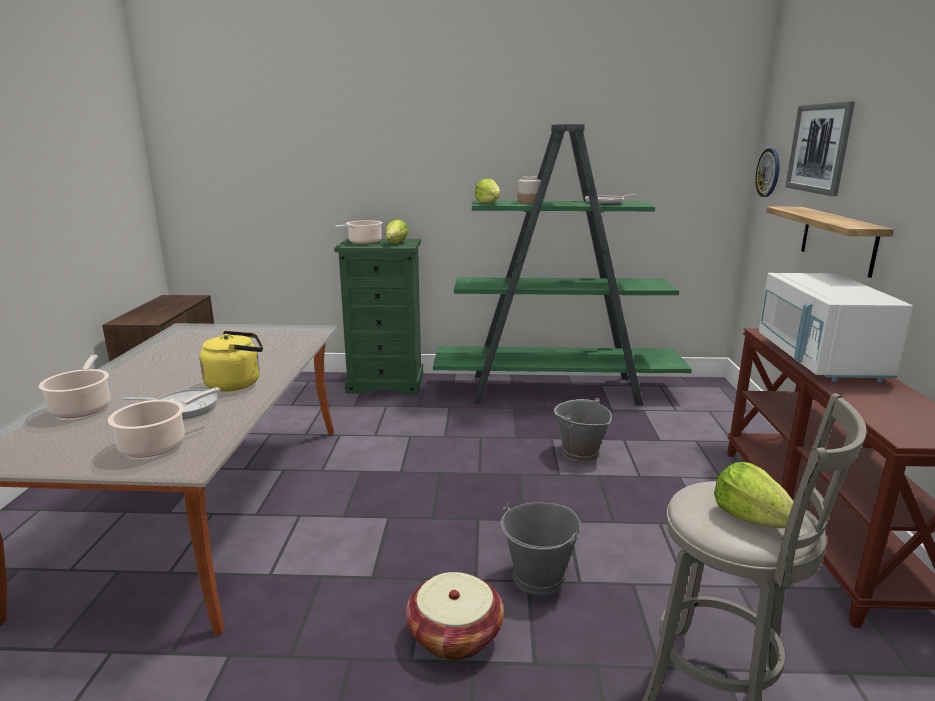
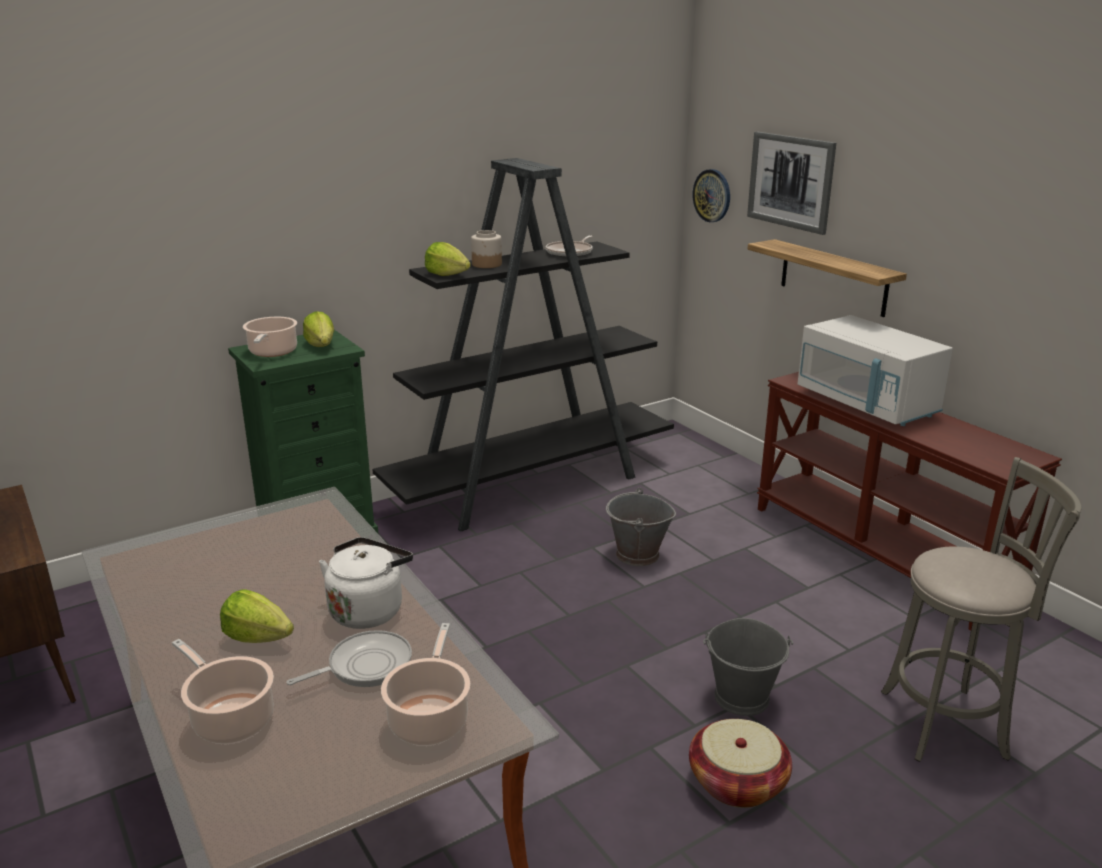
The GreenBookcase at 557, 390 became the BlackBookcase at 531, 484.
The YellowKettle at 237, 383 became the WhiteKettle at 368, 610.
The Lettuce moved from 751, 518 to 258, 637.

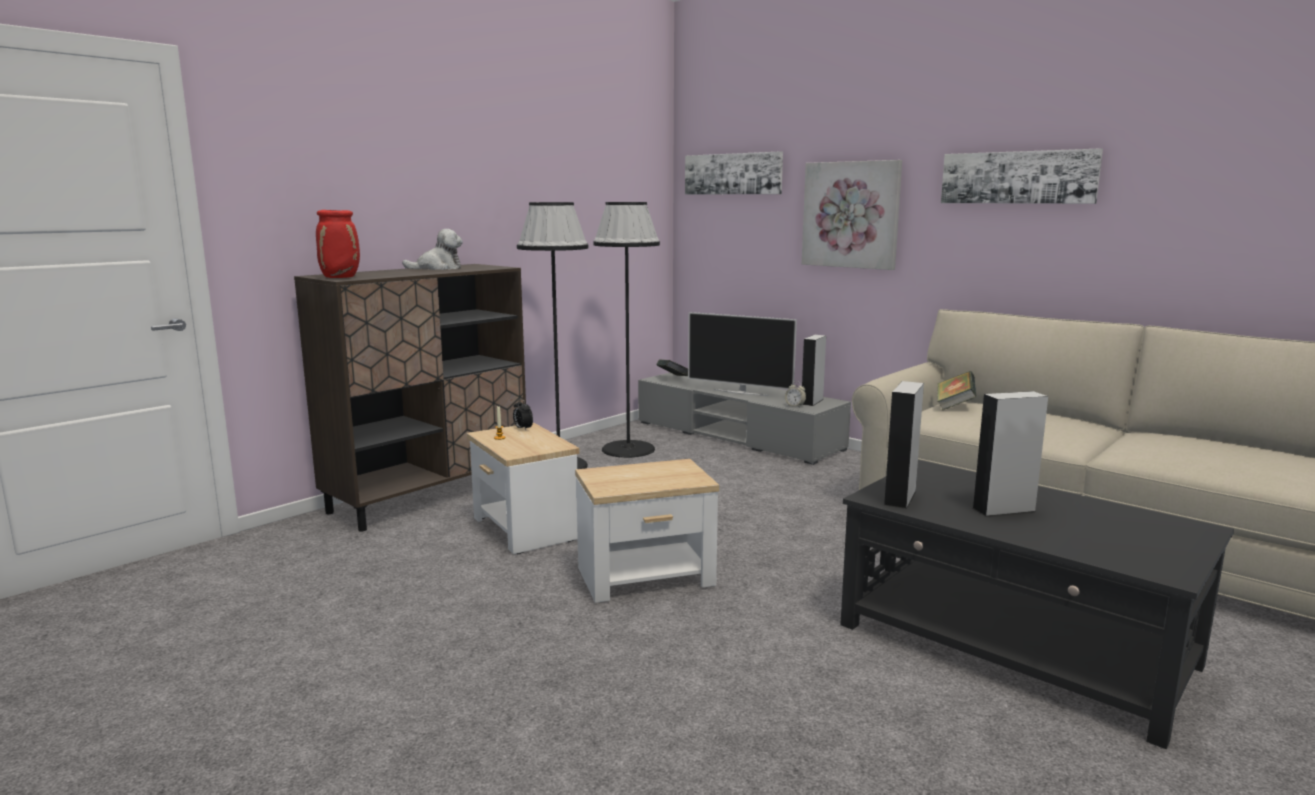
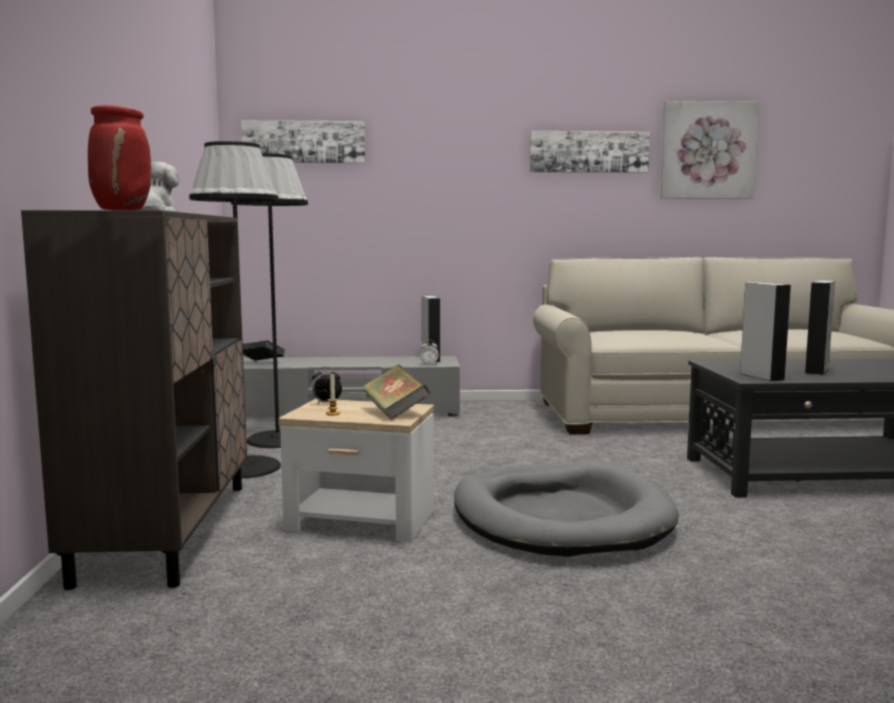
The Picture moved from 851, 215 to 707, 150.
The Television at 741, 392 disappeared.
The Book moved from 954, 406 to 395, 412.
The SideTable at 646, 578 was replaced by the GreyDogBed at 560, 518.

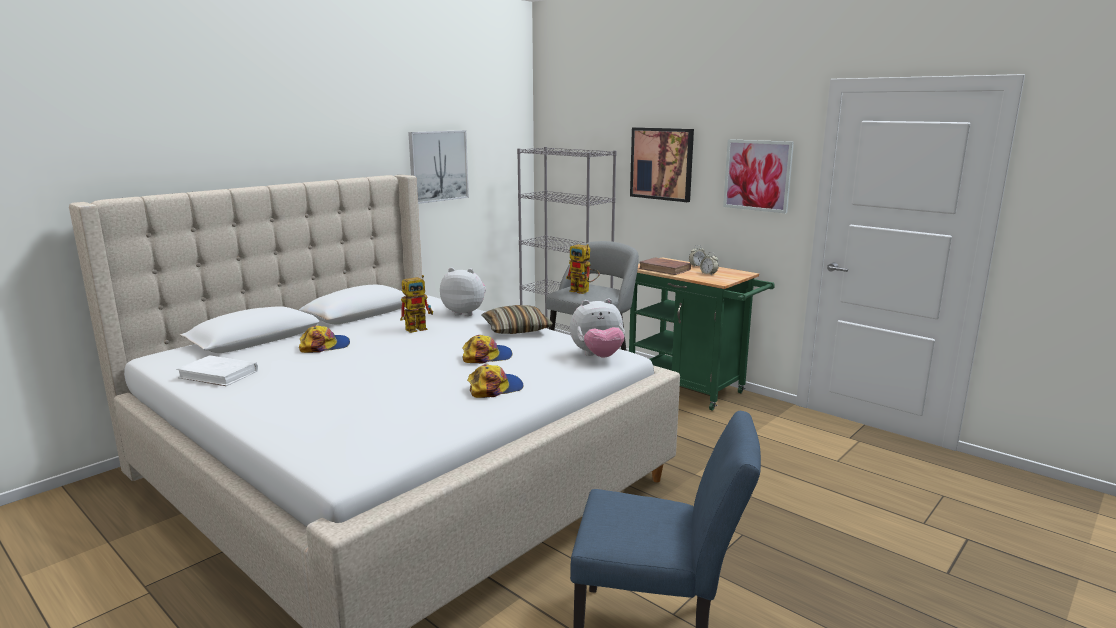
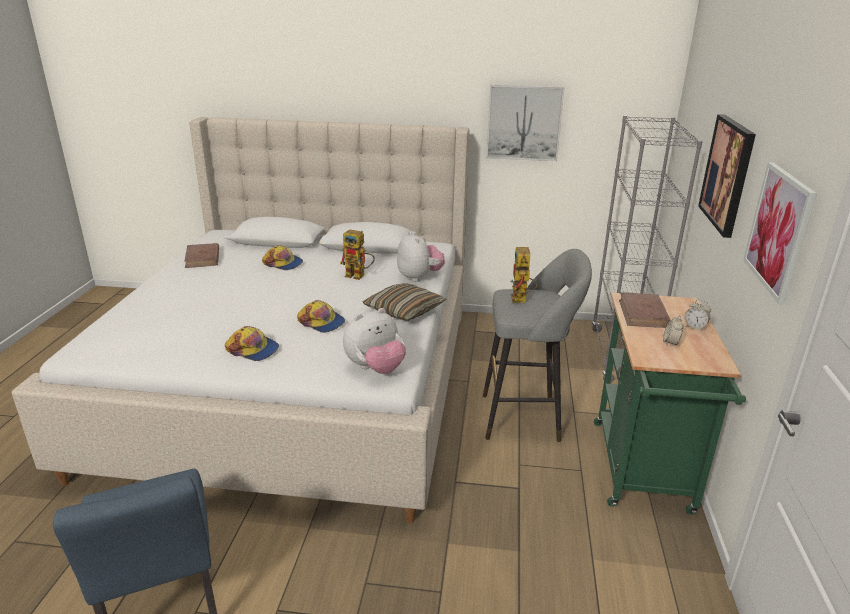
The PlushToy at 598, 356 turned 75 degrees counterclockwise.
The WhiteBook at 219, 374 became the BrownBook at 202, 258.

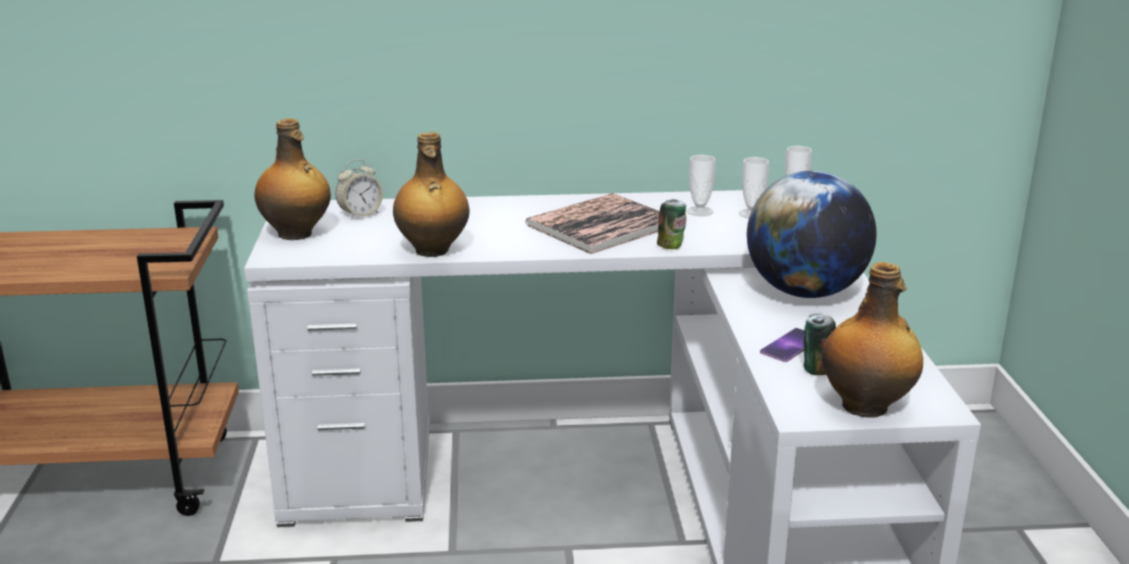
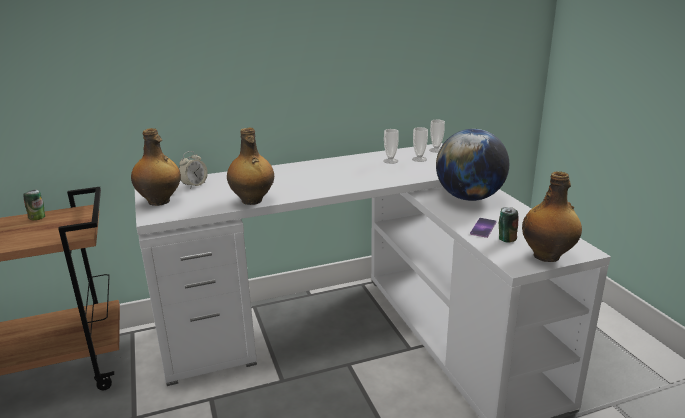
The Book at 601, 225 disappeared.
The Can moved from 671, 246 to 38, 218.

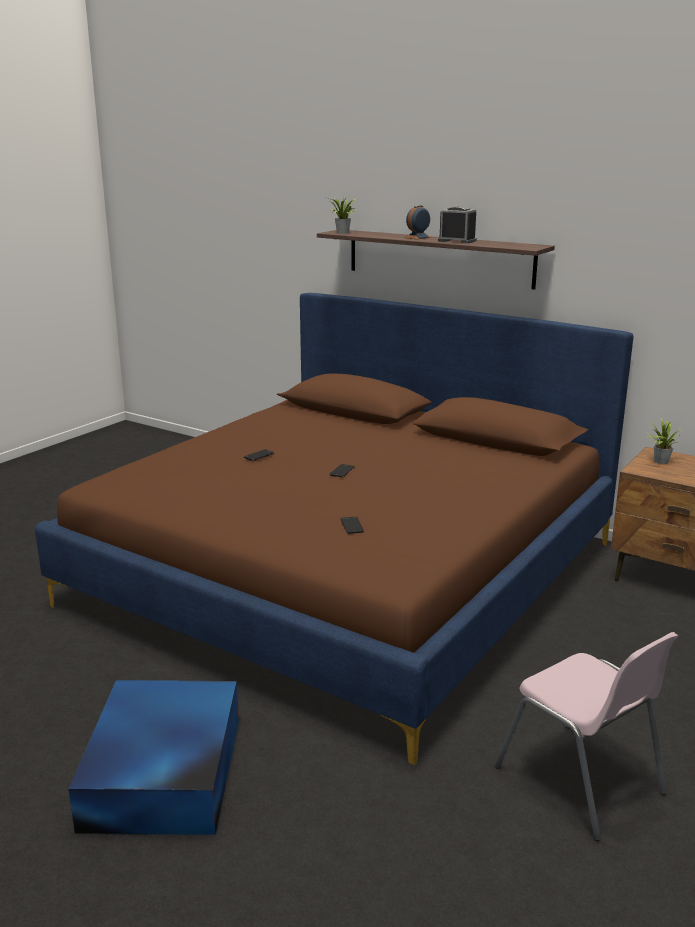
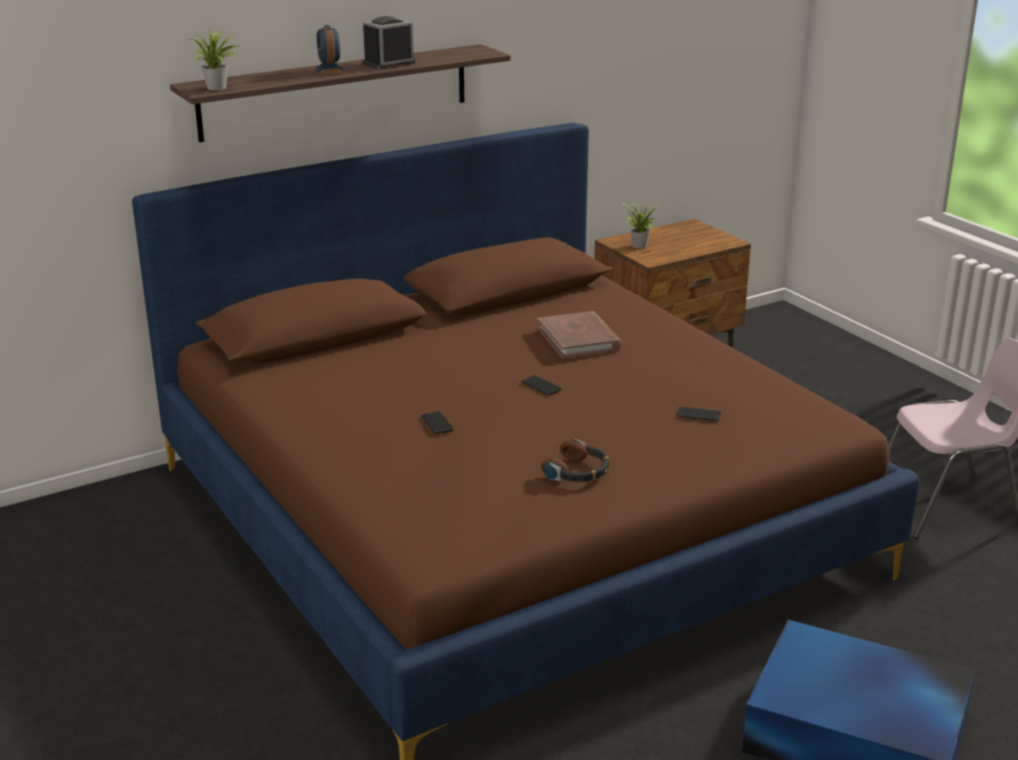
The BrownBook at 579, 339 appeared.
The Headphones at 578, 471 appeared.

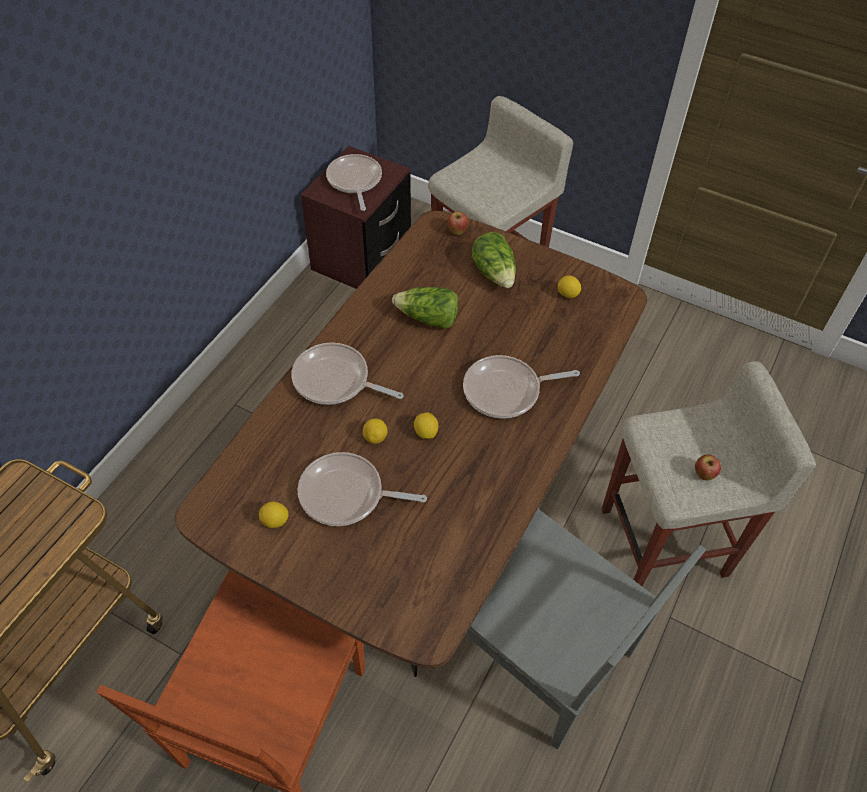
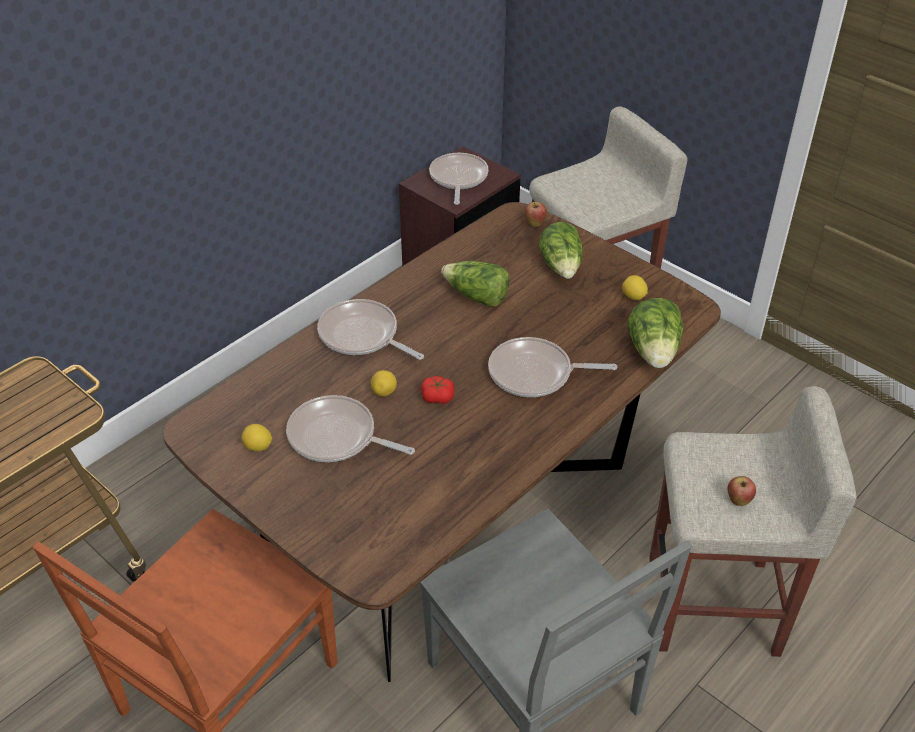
The Lemon at 426, 432 was replaced by the Tomato at 437, 397.
The Lettuce at 654, 353 appeared.

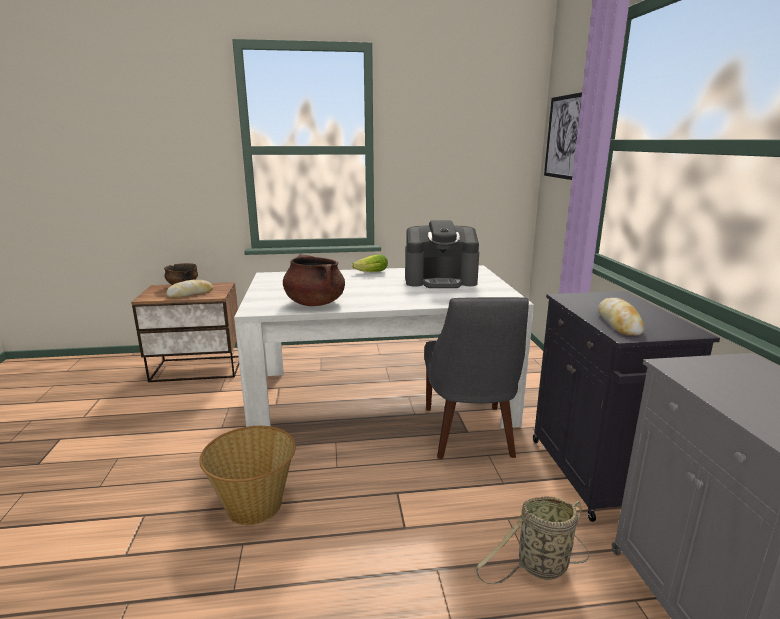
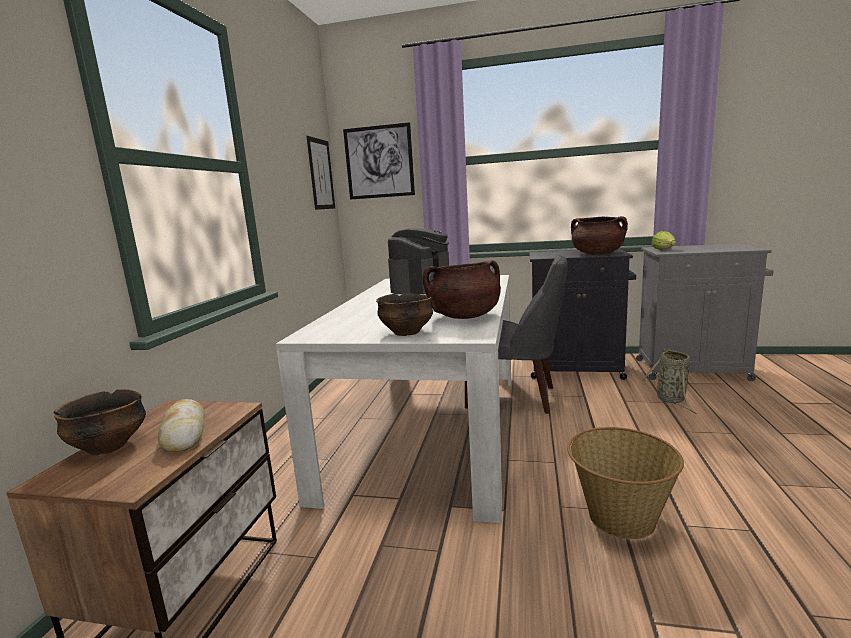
The Lettuce moved from 369, 272 to 664, 249.
The Bread at 619, 323 was replaced by the BrownCookingPot at 597, 254.
The Picture at 321, 174 appeared.
The Bowl at 406, 332 appeared.

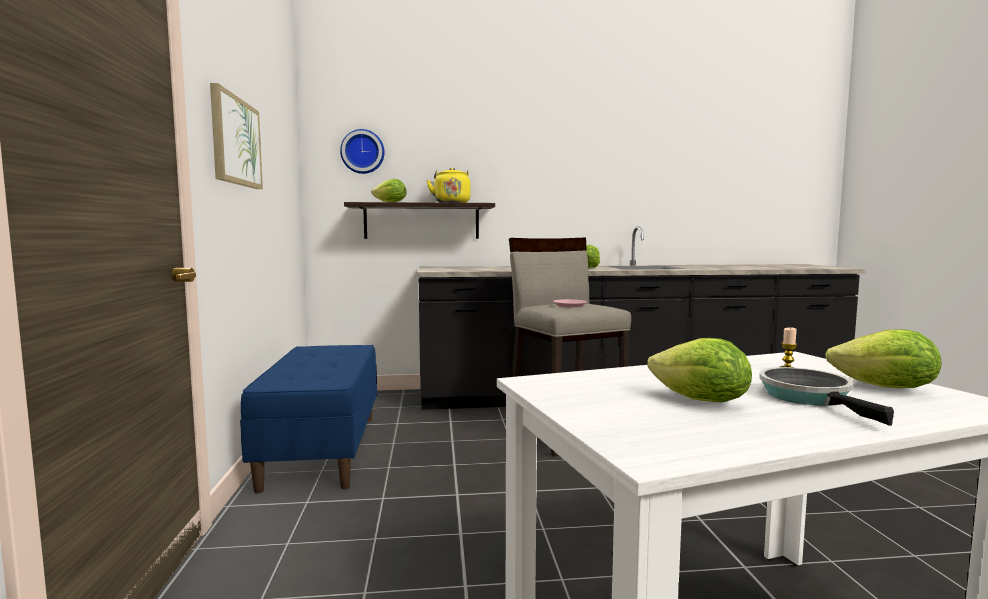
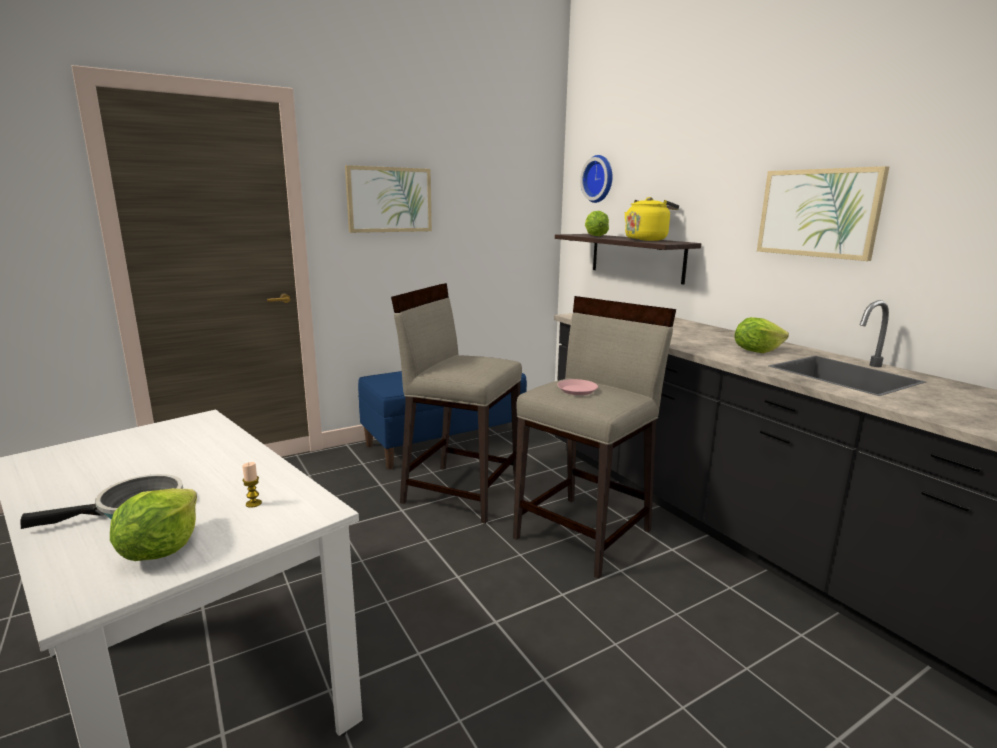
The Lettuce at 701, 401 disappeared.
The Picture at 818, 213 appeared.
The BeigeStool at 460, 492 appeared.

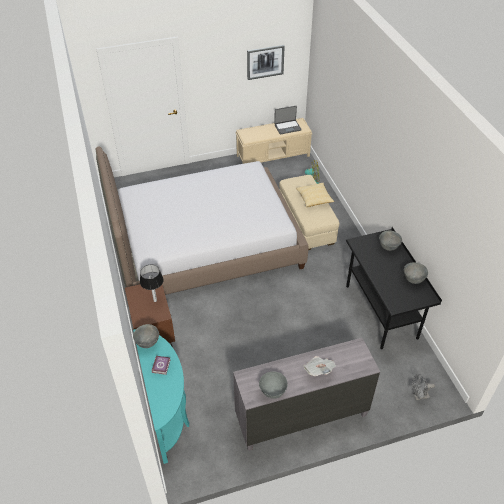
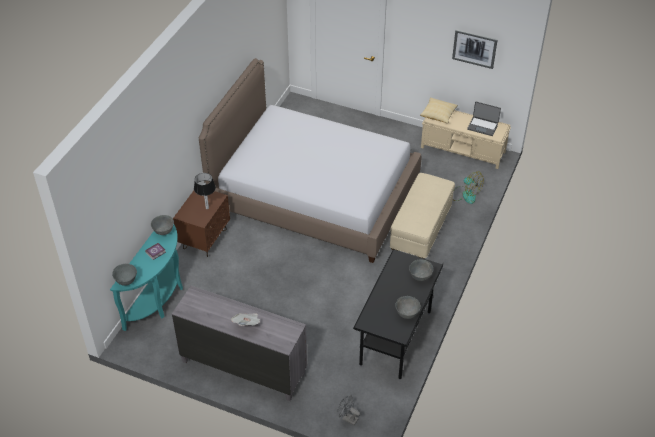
The Pillow moved from 314, 199 to 438, 115.
The GreyBowl moved from 273, 392 to 126, 281.

